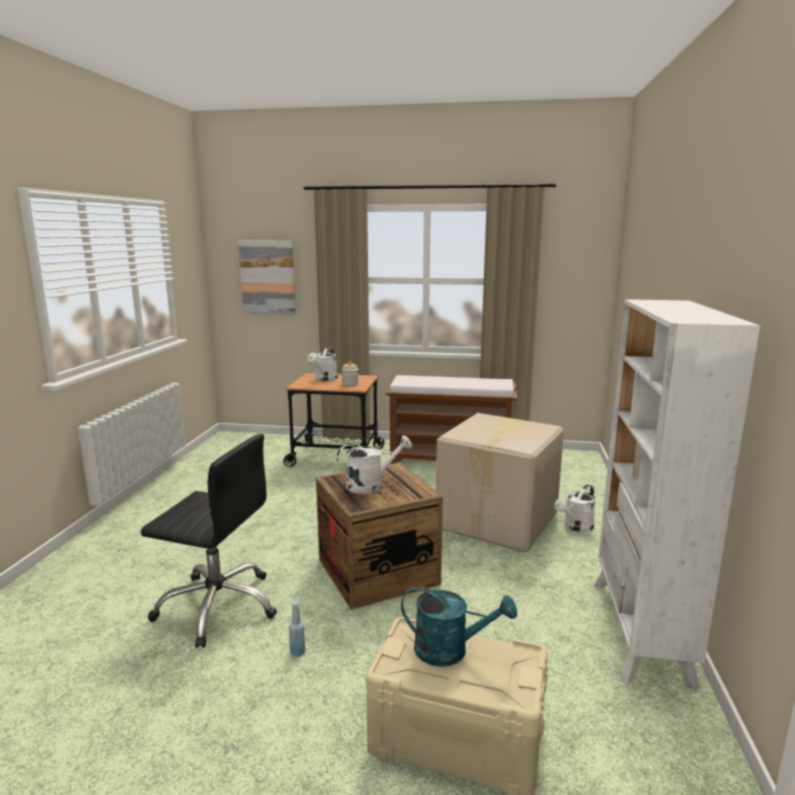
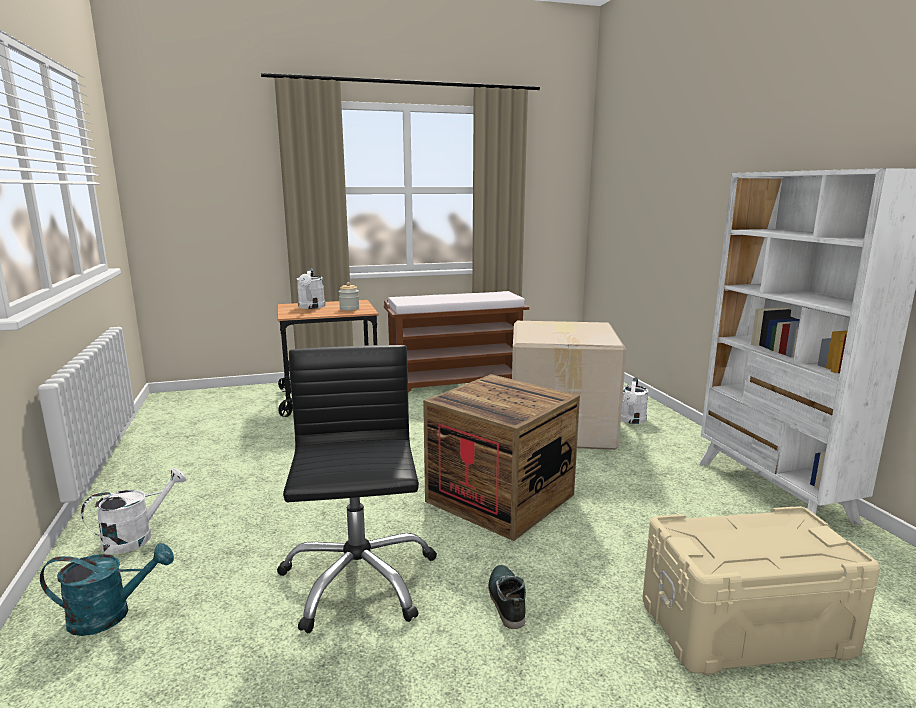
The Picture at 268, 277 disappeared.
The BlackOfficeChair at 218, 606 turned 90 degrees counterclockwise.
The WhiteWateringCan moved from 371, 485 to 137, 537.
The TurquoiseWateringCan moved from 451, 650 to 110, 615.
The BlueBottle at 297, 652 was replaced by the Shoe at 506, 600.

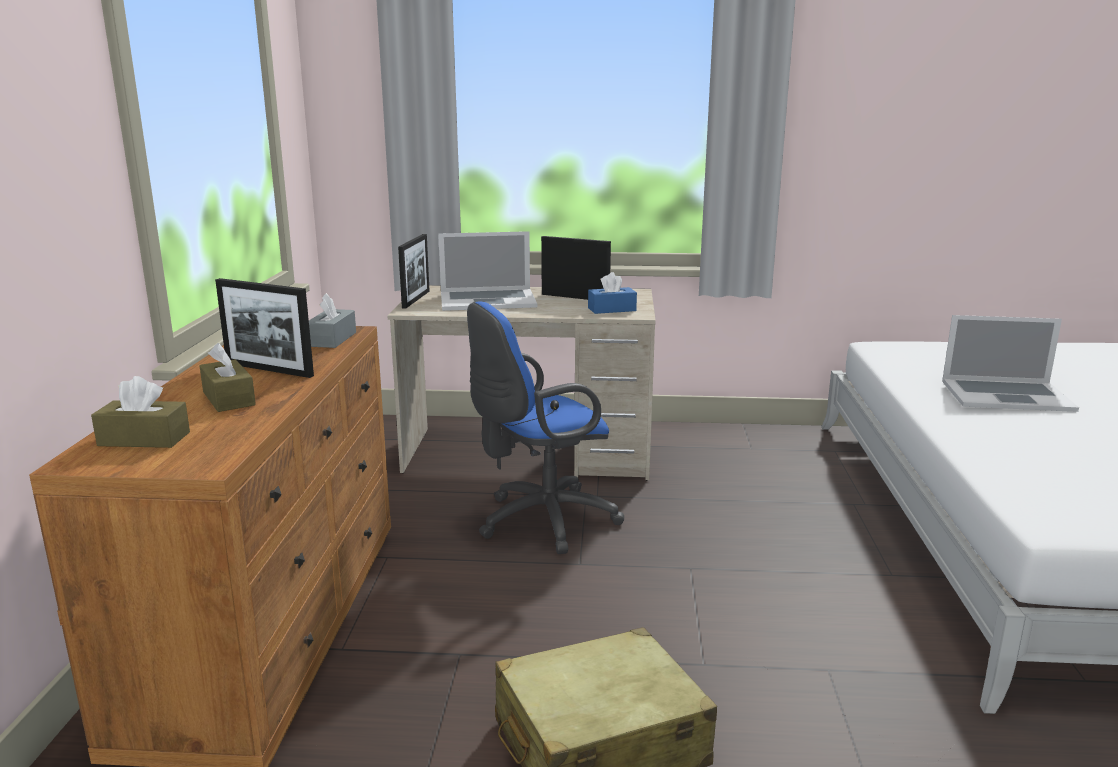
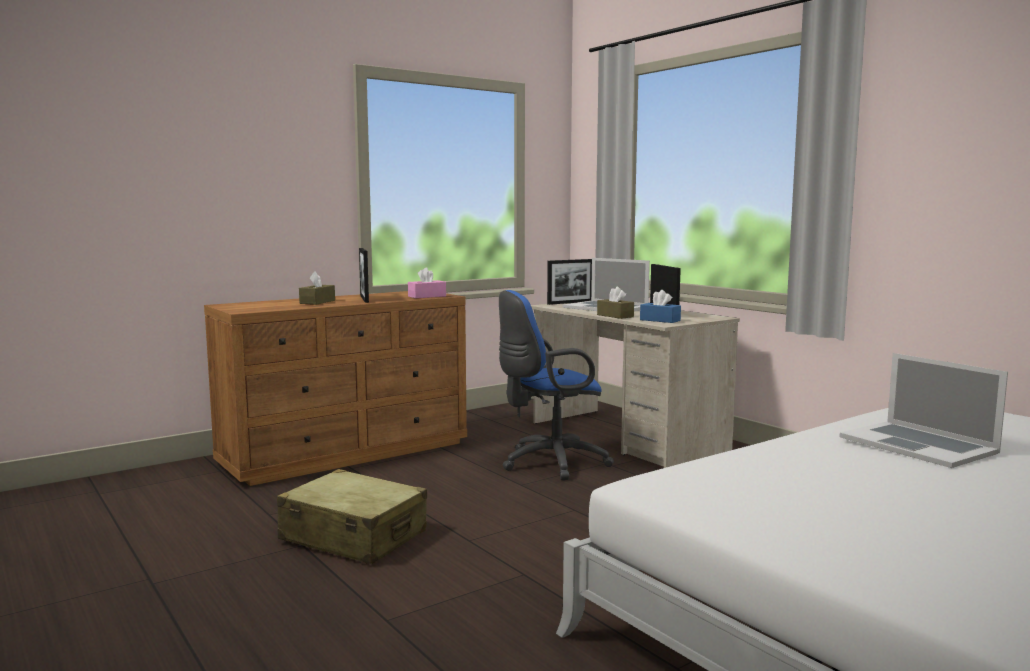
The GreyTissueBox at 332, 339 became the PinkTissueBox at 427, 296.
The BlueOfficeChair at 540, 521 turned 45 degrees counterclockwise.
The BrownTissueBox moved from 144, 439 to 615, 316.

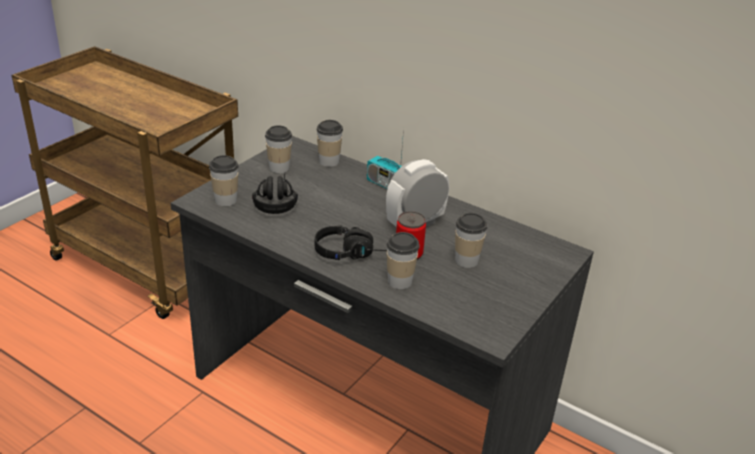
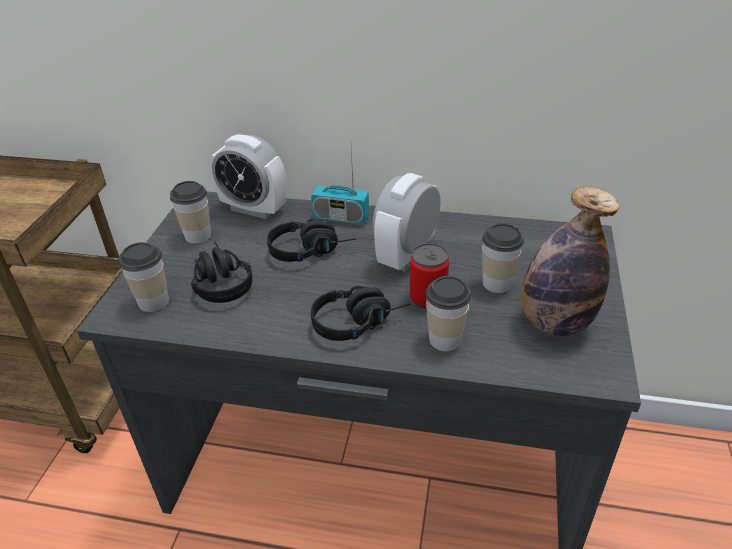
The Cup at 329, 161 was replaced by the AlarmClock at 254, 209.
The Bottle at 555, 323 appeared.
The BlackHeadphones at 312, 250 appeared.

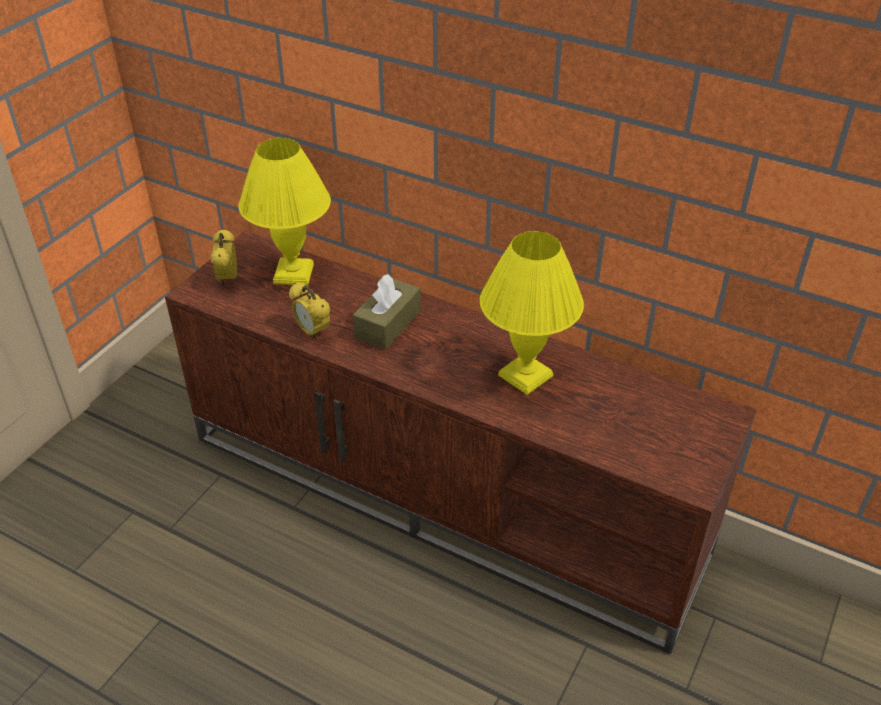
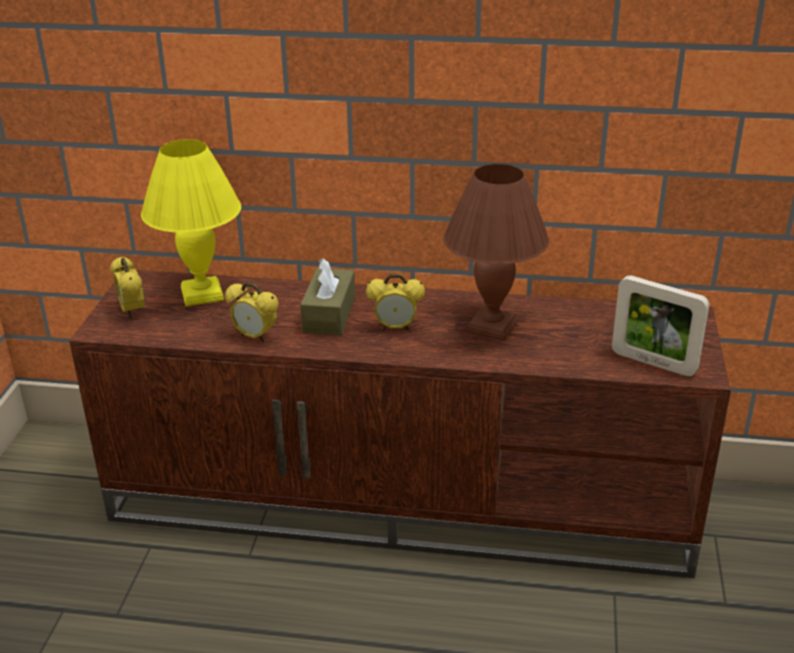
The YellowTableLamp at 524, 375 became the BrownTableLamp at 490, 326.
The AlarmClock at 396, 328 appeared.
The PictureFrame at 653, 362 appeared.

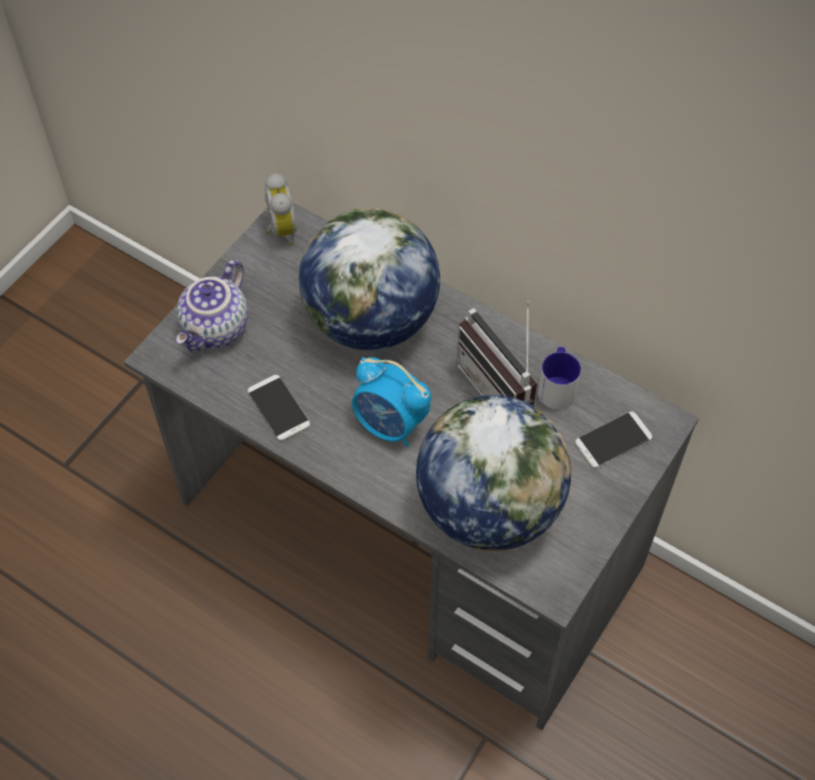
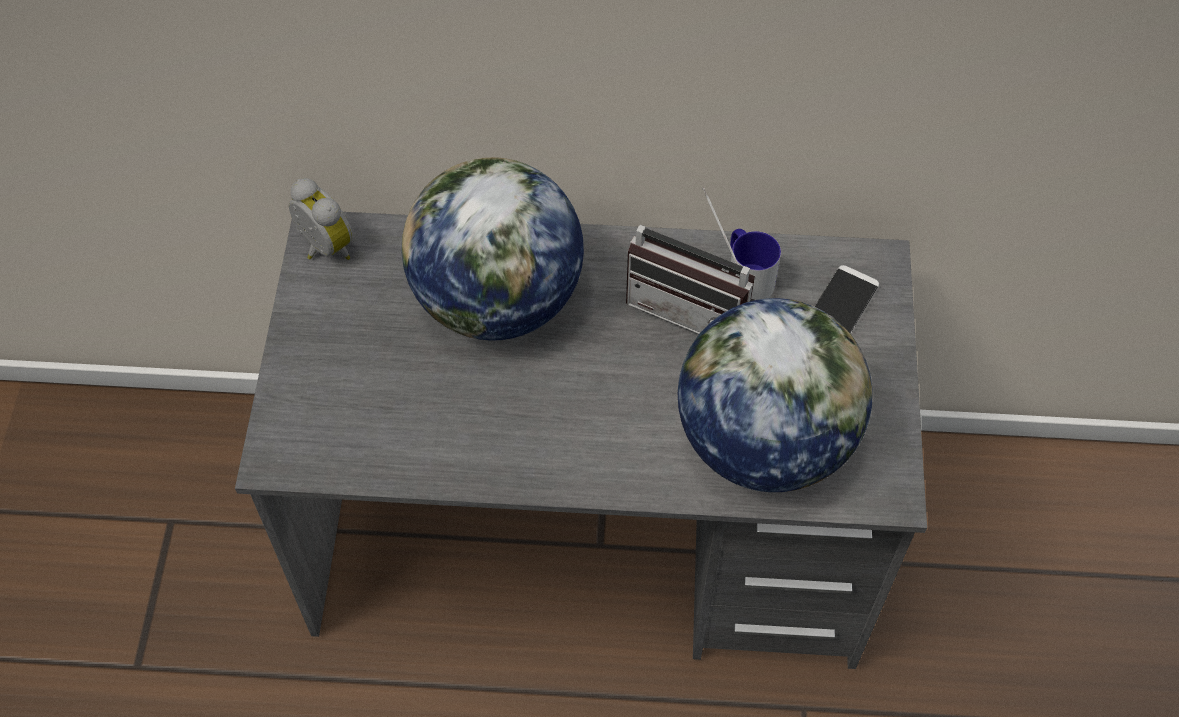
The Teapot at 217, 329 disappeared.
The AlarmClock at 390, 424 disappeared.
The Phone at 278, 408 disappeared.

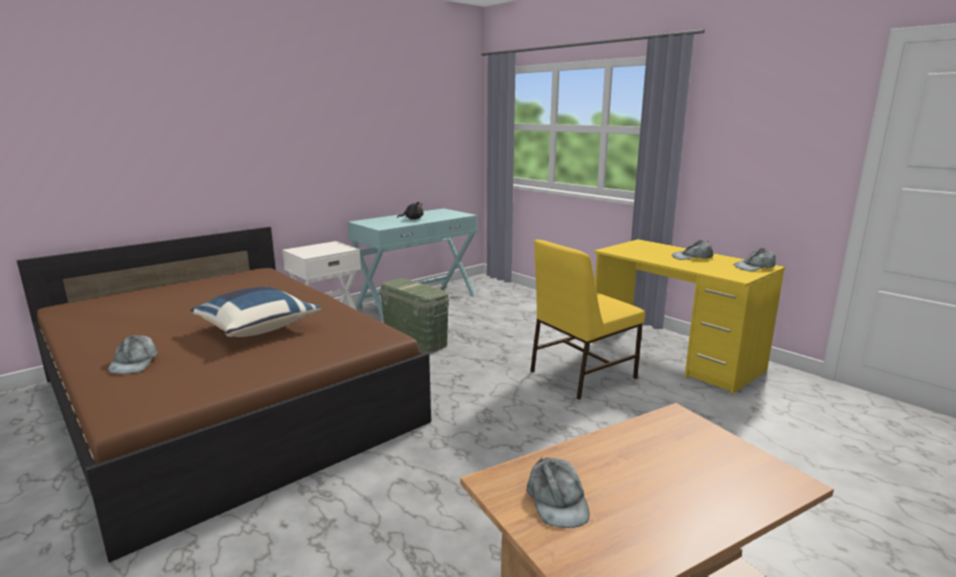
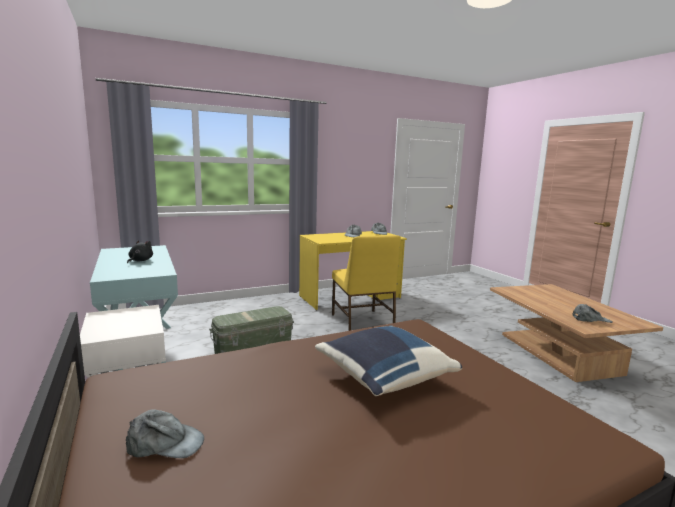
The GreyCap moved from 134, 362 to 165, 443.

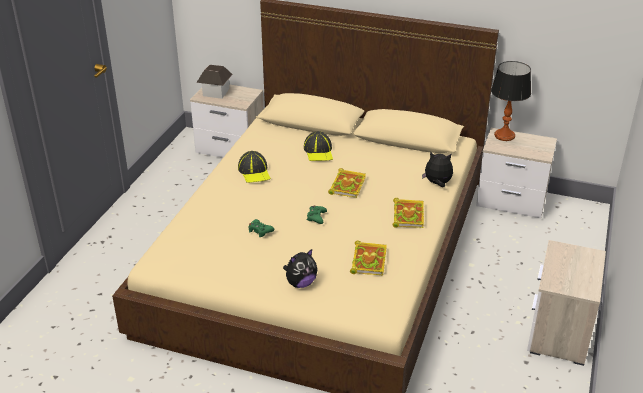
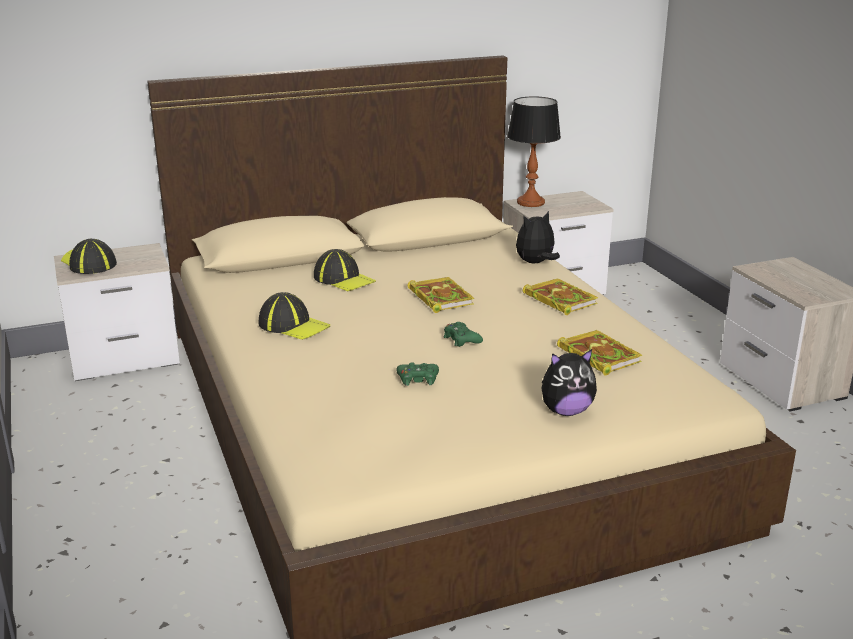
The ToyHouse at 215, 92 was replaced by the Cap at 88, 263.
The PlushToy at 300, 283 turned 60 degrees clockwise.

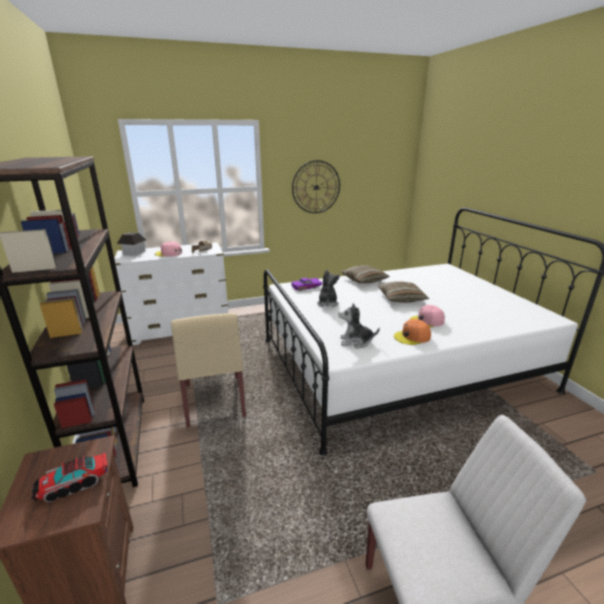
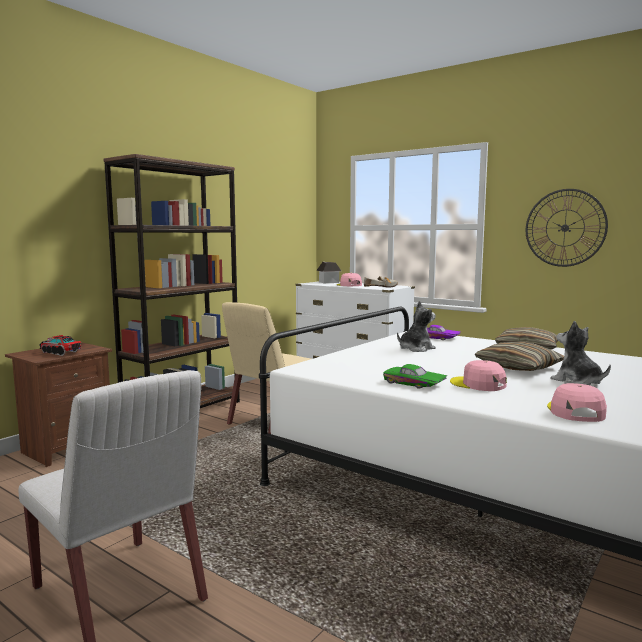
The PlushToy moved from 356, 342 to 577, 382.
The OrangeCap at 412, 337 was replaced by the GreenToyCar at 413, 384.
The PinkCap at 575, 411 appeared.

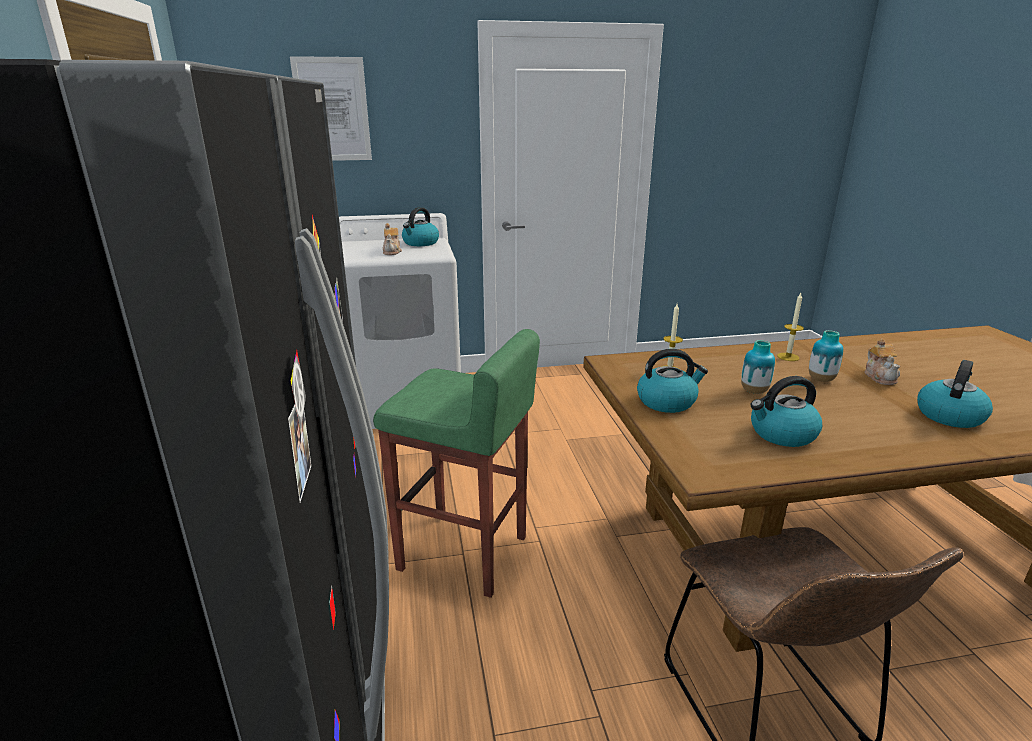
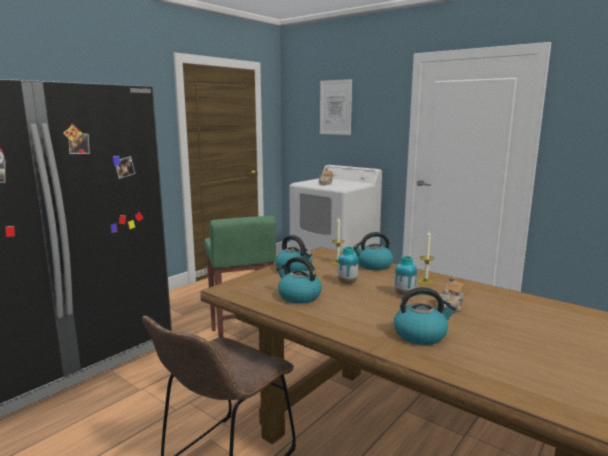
The Kettle moved from 420, 243 to 373, 265.

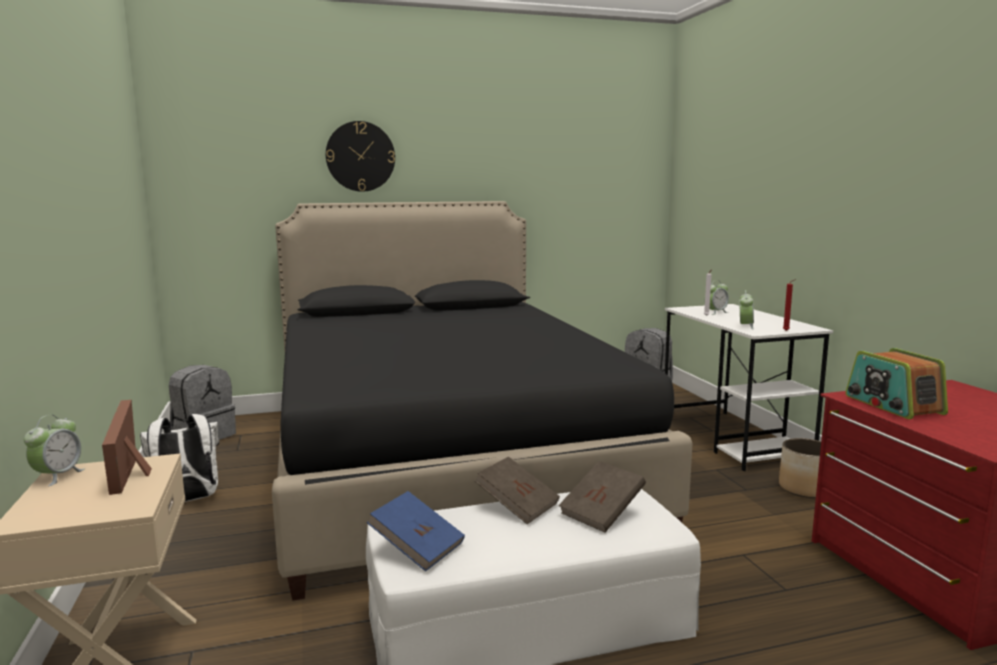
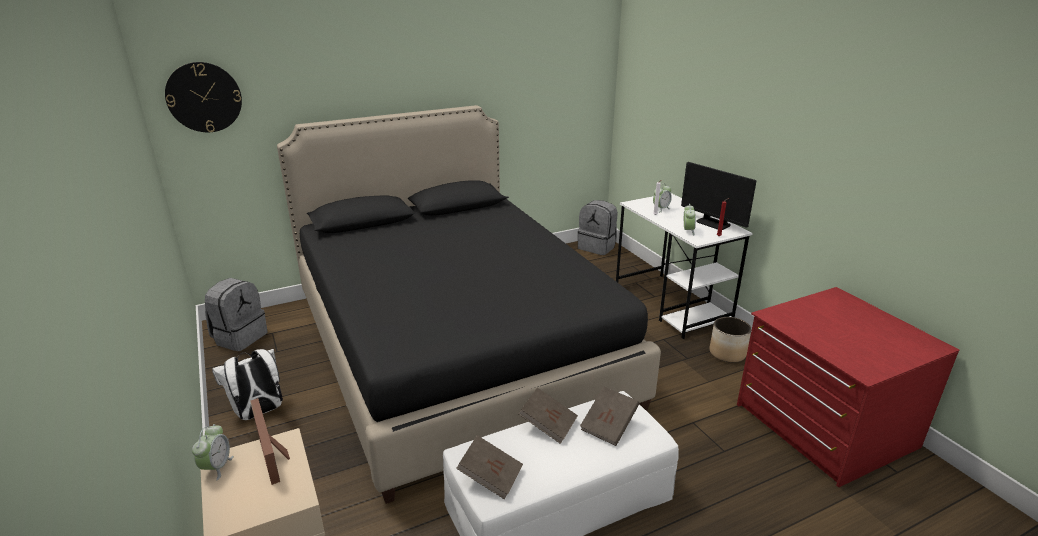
The WallClock moved from 360, 156 to 204, 97.
The Radio at 893, 405 disappeared.
The BlueBook at 417, 548 became the BrownBook at 490, 477.
The Monitor at 713, 223 appeared.

